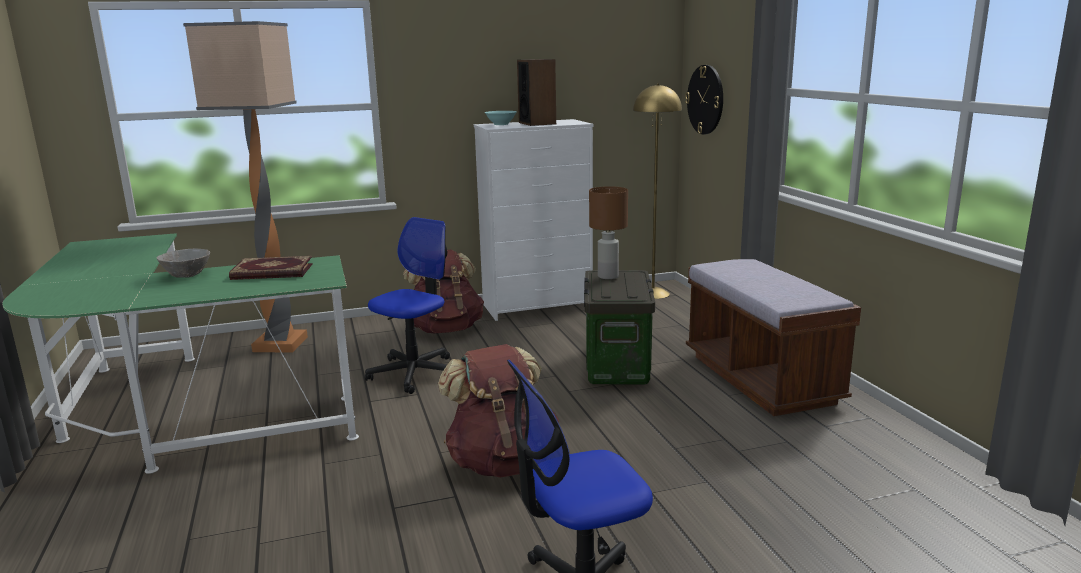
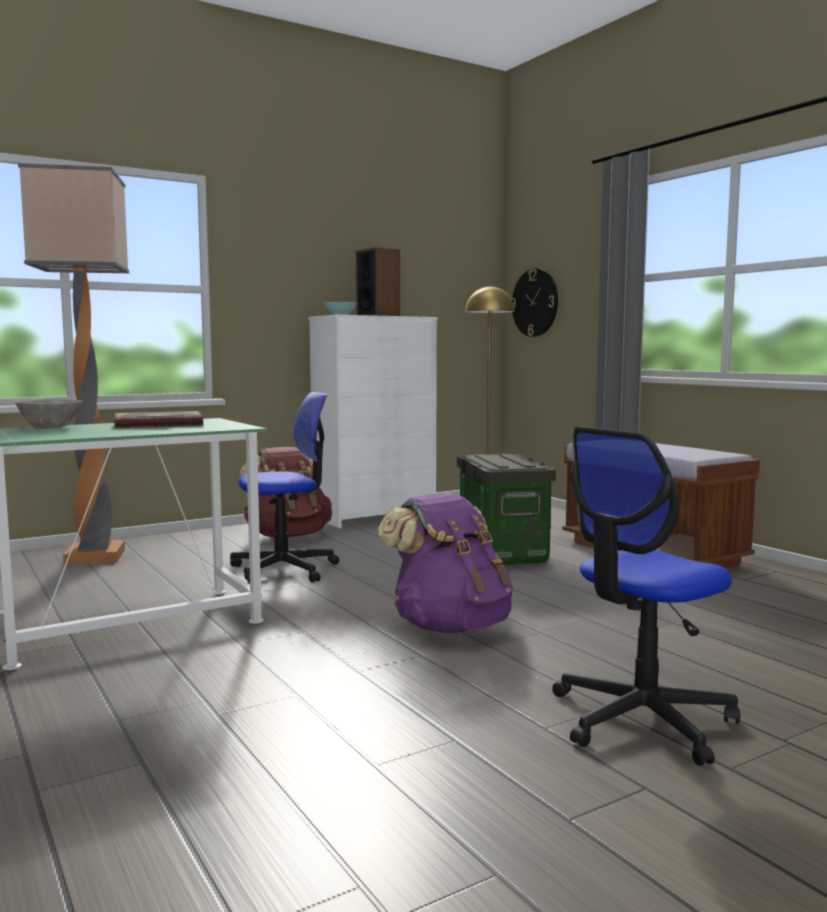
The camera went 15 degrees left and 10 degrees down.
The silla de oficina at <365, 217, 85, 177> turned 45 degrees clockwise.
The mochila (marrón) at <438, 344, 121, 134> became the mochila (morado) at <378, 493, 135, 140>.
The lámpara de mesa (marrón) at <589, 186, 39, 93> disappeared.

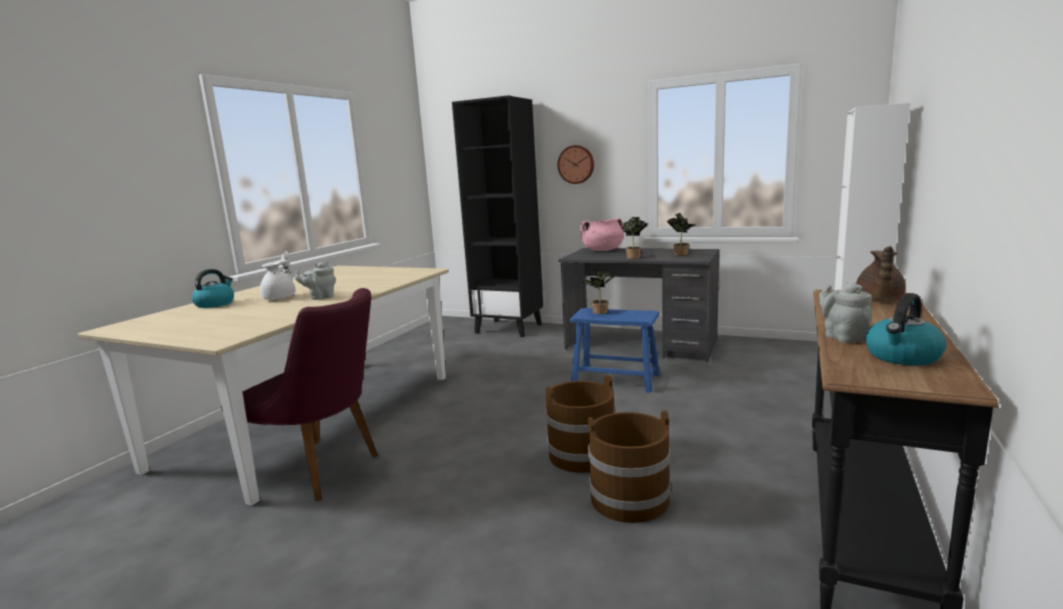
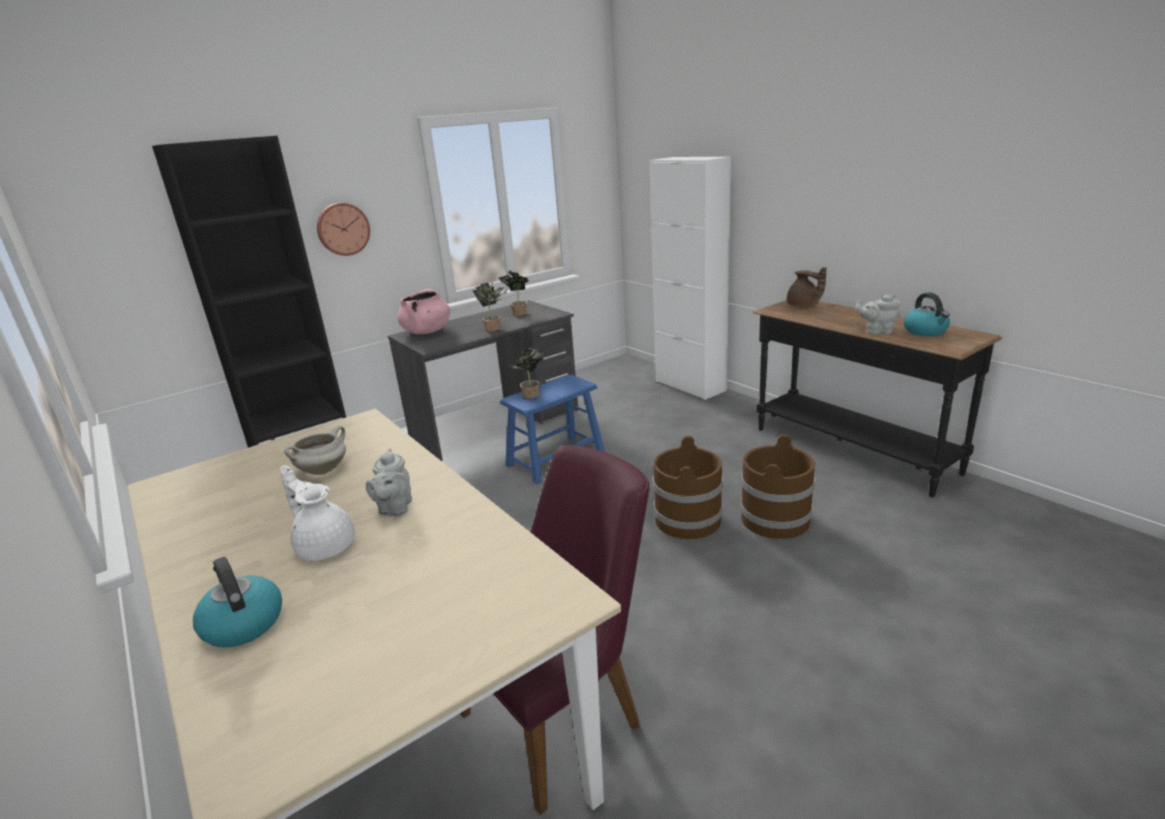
The camera went 60 degrees left and 10 degrees up.
The olla (blanco) at <284, 426, 62, 49> appeared.

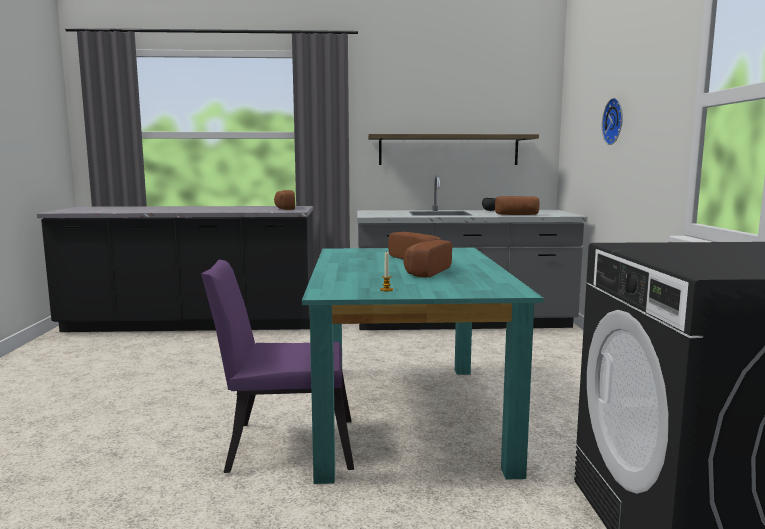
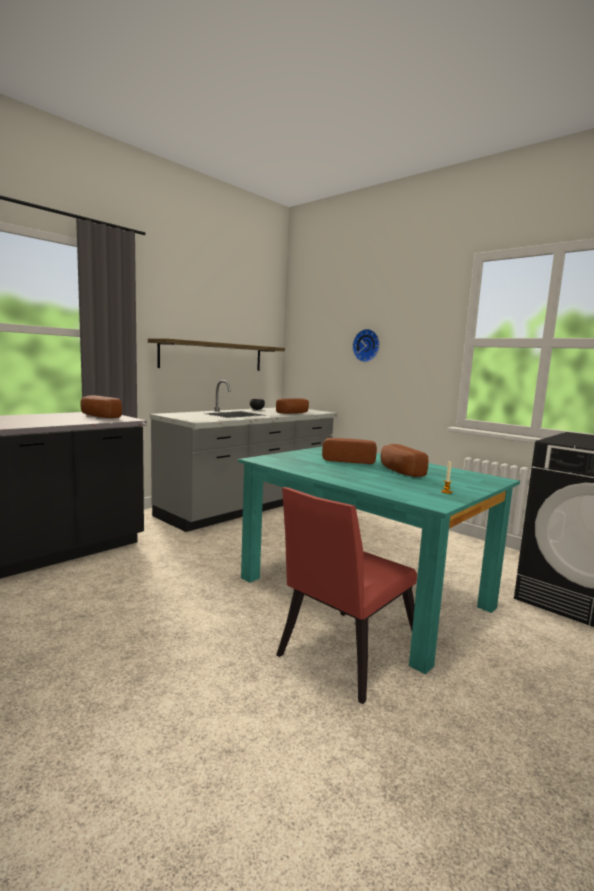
The camera went 45 degrees left and 0 degrees up.
The silla (morado) at <201, 260, 153, 213> became the silla (rojo) at <276, 487, 141, 217>.

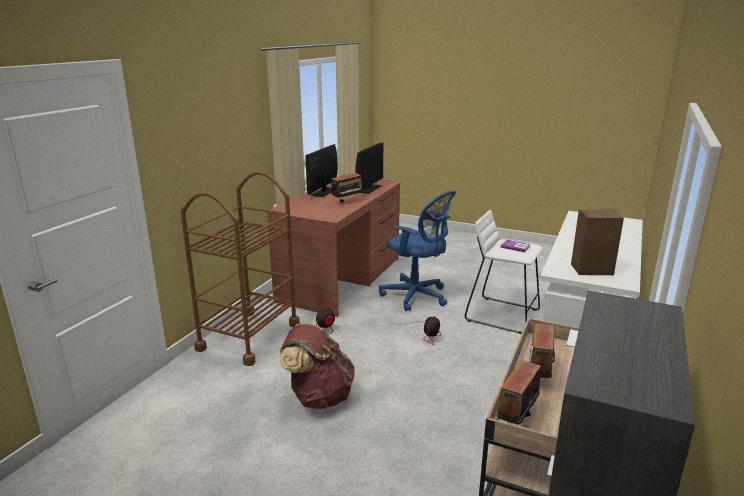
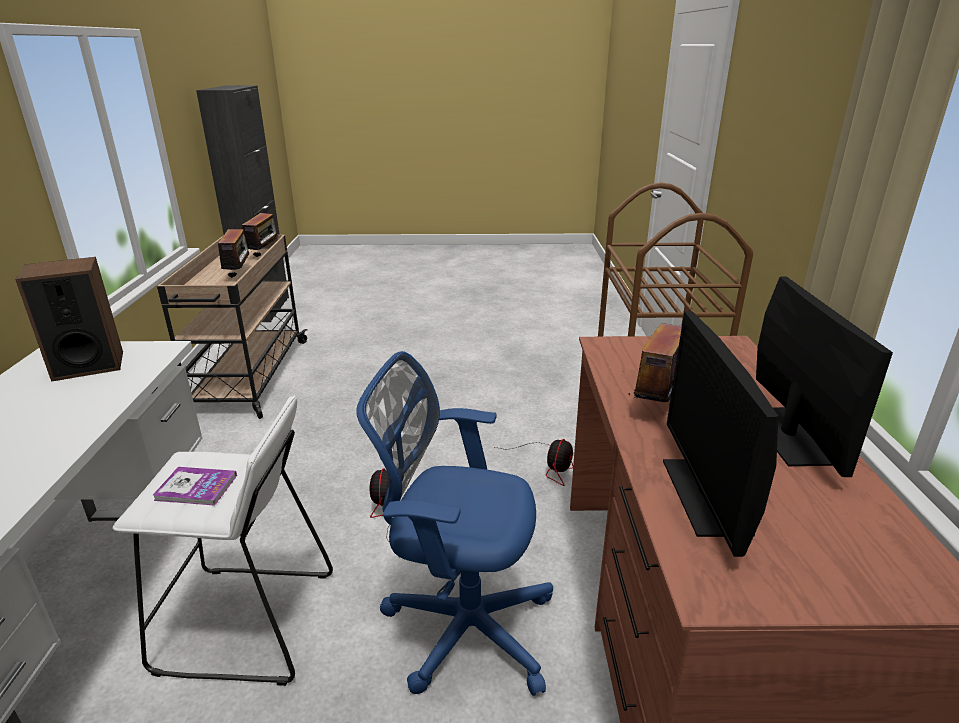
The camera went 155 degrees right and 5 degrees up.
The mochila (marrón) at <280, 324, 75, 85> disappeared.

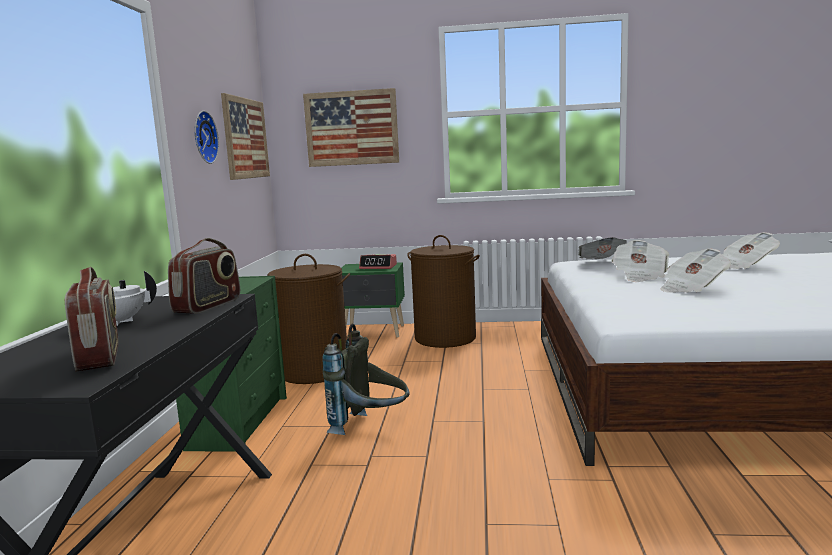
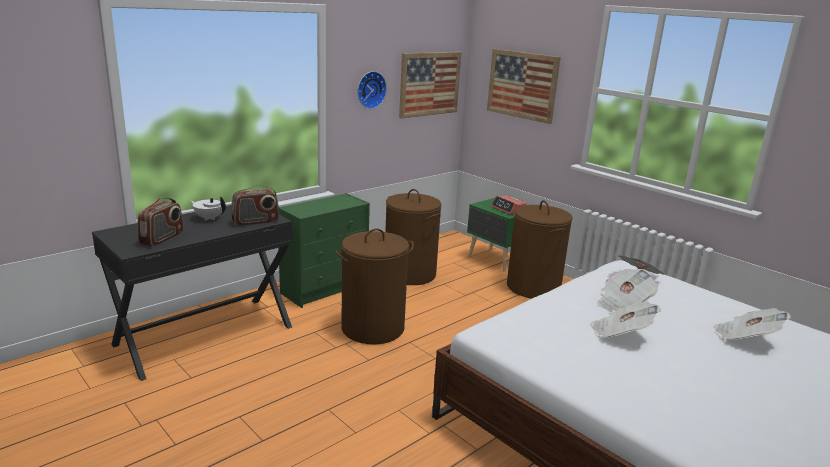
The camera went 40 degrees right and 10 degrees up.
The mochila (gris) at <322, 324, 87, 111> was replaced by the cesto de la ropa (marrón) at <335, 229, 79, 115>.

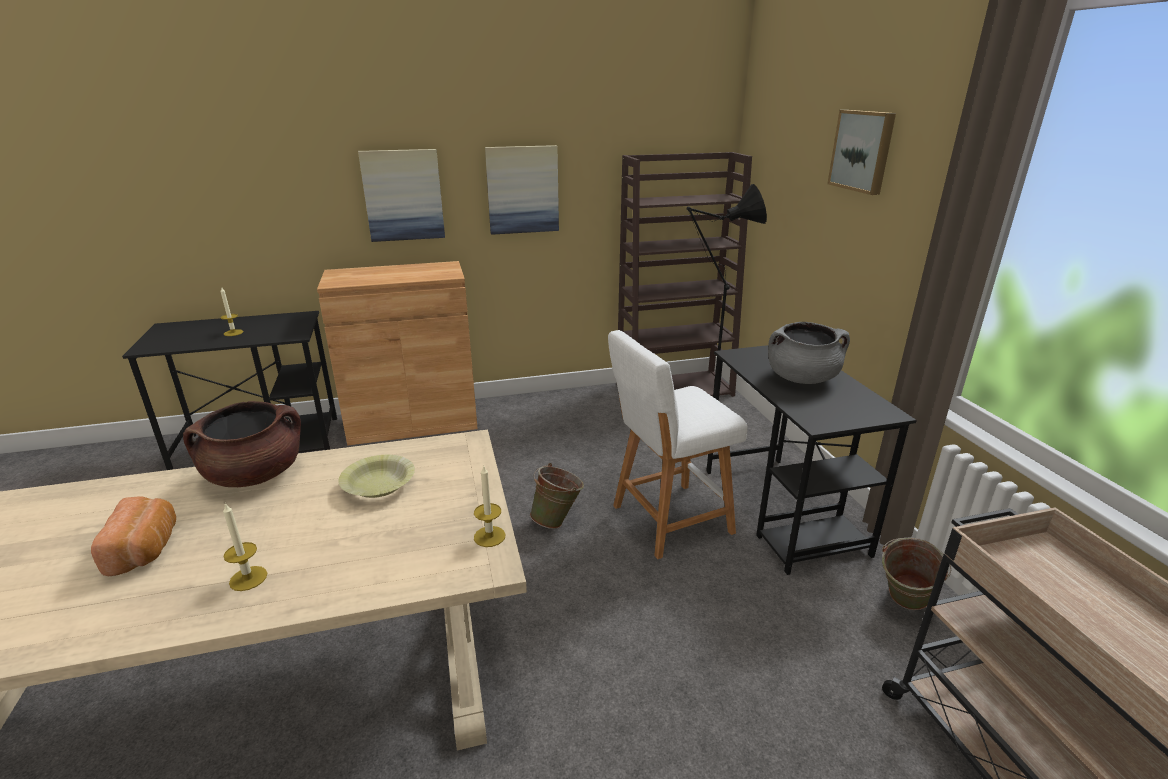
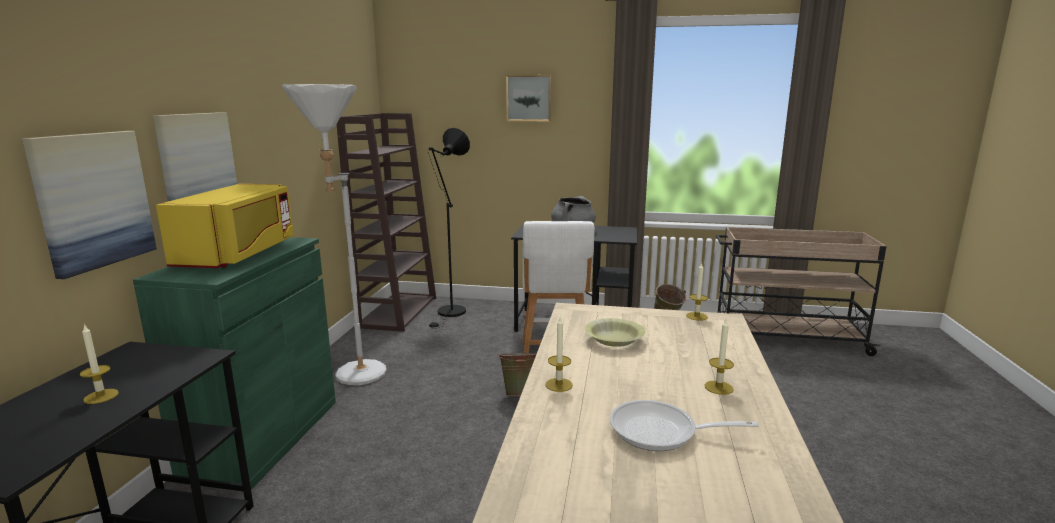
The camera went 65 degrees left and 10 degrees down.
The pan at <91, 496, 85, 80> was replaced by the sartén at <610, 400, 149, 51>.
The olla (marrón) at <183, 401, 118, 86> was replaced by the vela at <546, 317, 27, 75>.
The armario (marrón) at <317, 261, 161, 185> became the armario (verde) at <133, 237, 203, 252>.
The cuadro moved from <485, 145, 74, 90> to <22, 131, 135, 148>.
The microondas (amarillo) at <156, 184, 138, 84> appeared.
The lámpara de pie (blanco) at <282, 84, 105, 301> appeared.

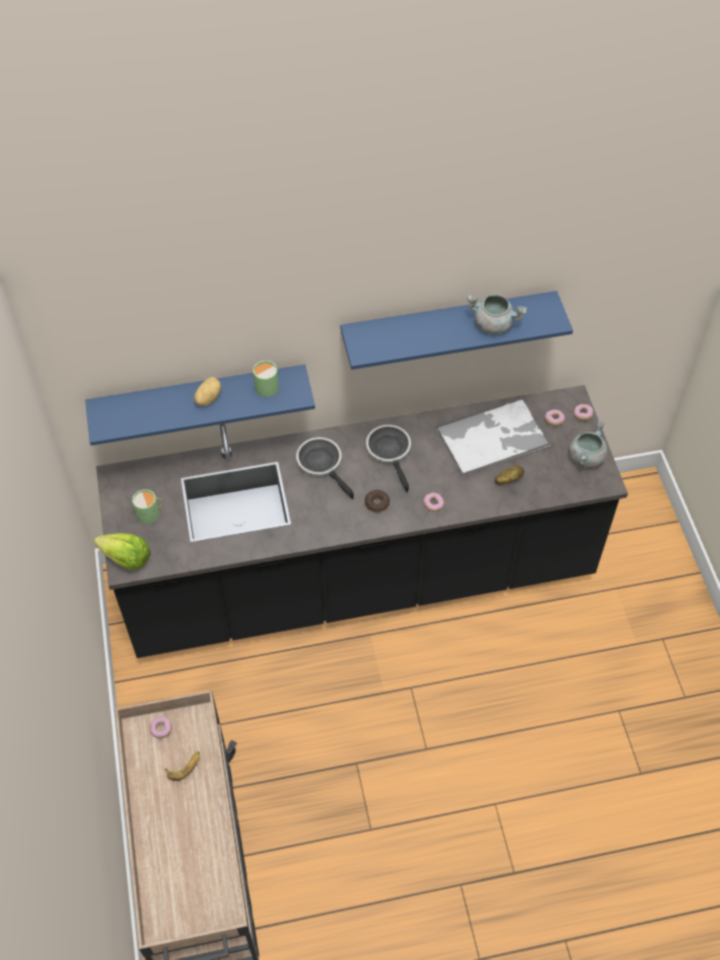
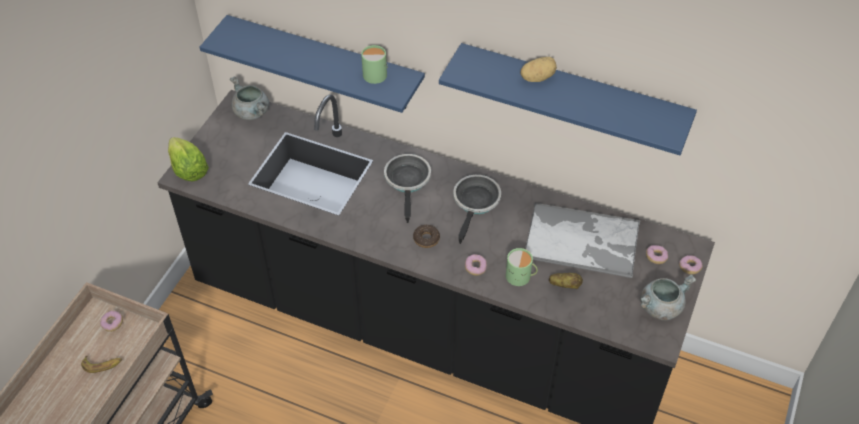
The camera went 35 degrees right and 5 degrees down.
The taza grande (verde) moved from <132, 489, 31, 35> to <506, 248, 32, 38>.
The patata moved from <194, 377, 28, 29> to <520, 57, 37, 25>.
The olla (gris) moved from <467, 295, 60, 39> to <230, 77, 39, 43>.

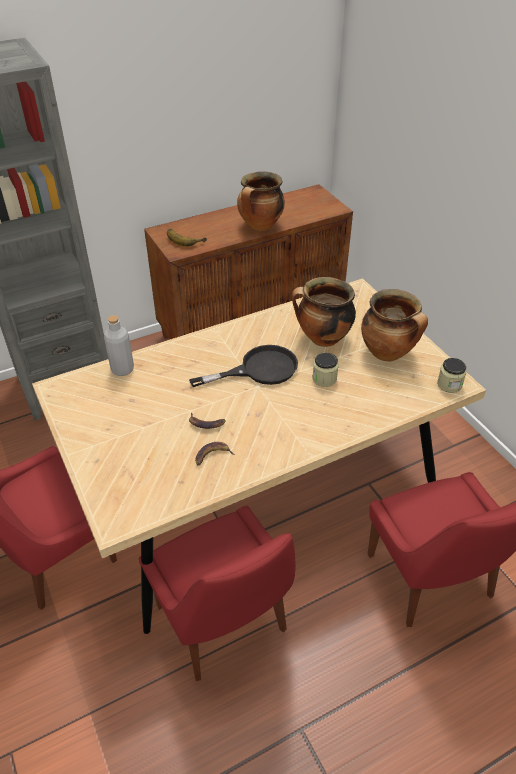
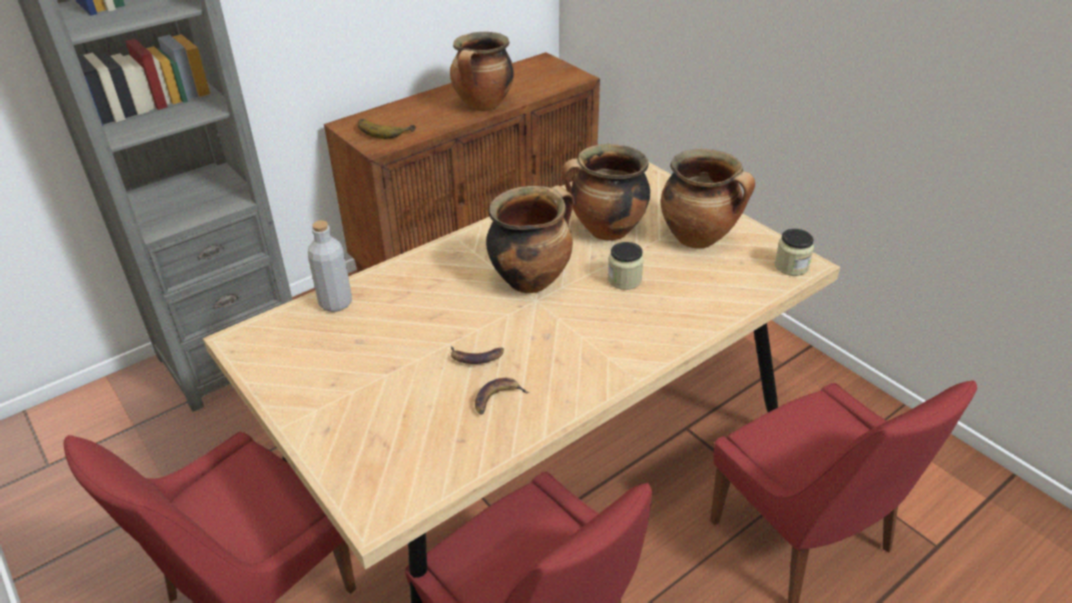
The camera went 10 degrees left and 5 degrees down.
The sartén (negro) at <189, 345, 109, 42> was replaced by the olla at <486, 185, 88, 108>.

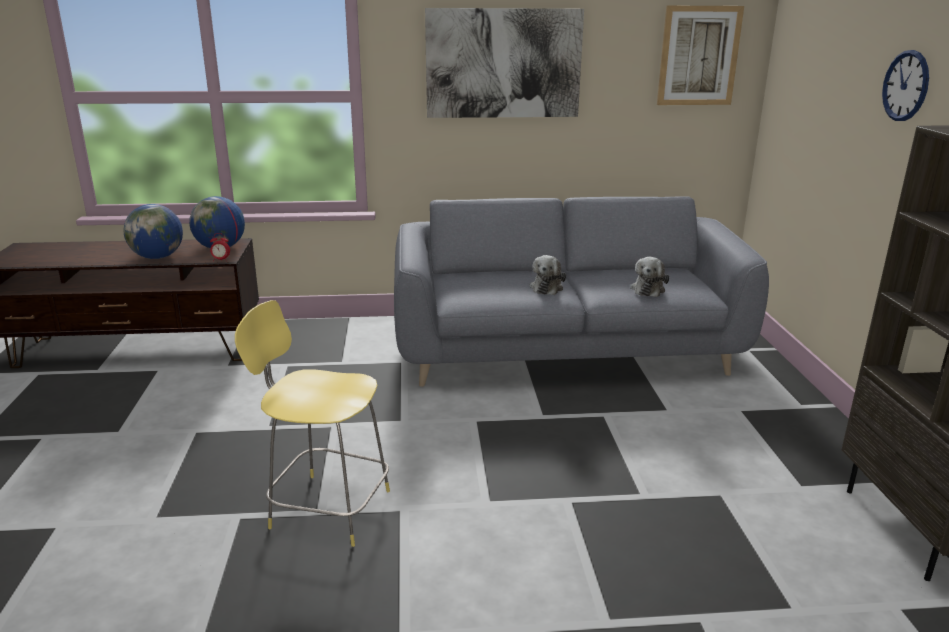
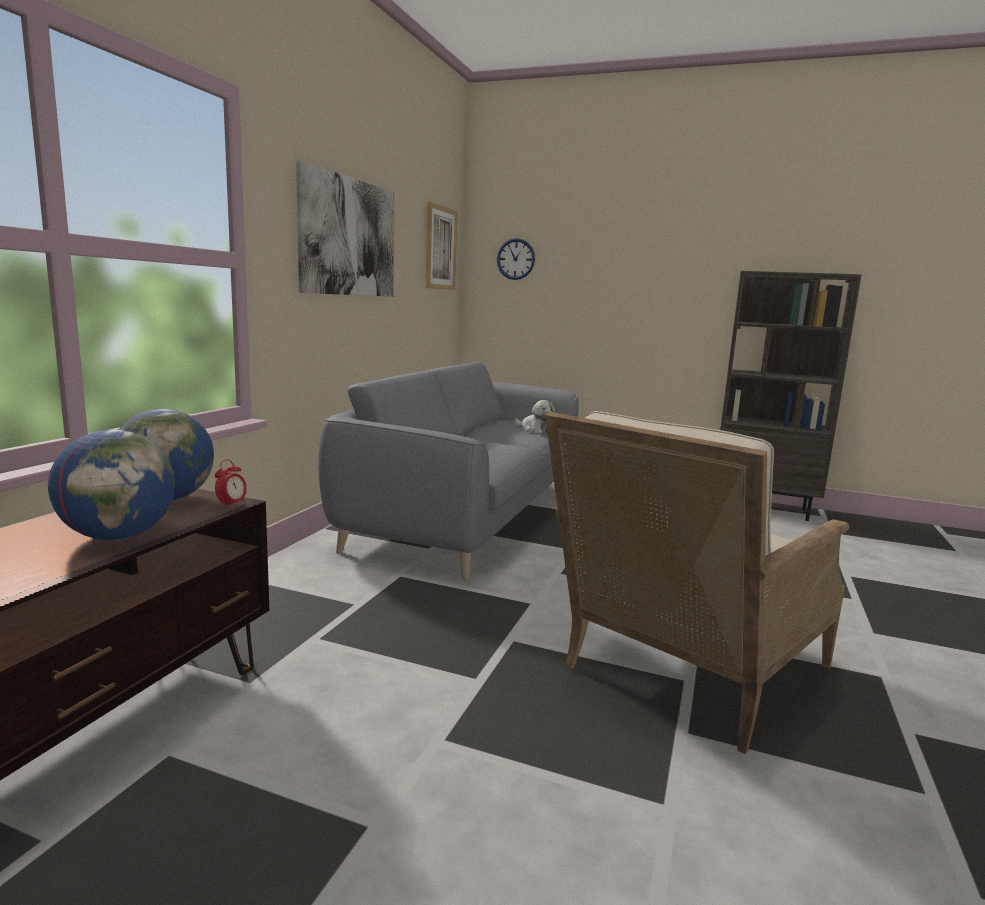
The camera went 65 degrees left and 10 degrees down.
The taburete (amarillo) at <235, 300, 155, 247> was replaced by the sillón (beis) at <545, 411, 304, 343>.
The peluche at <529, 255, 37, 40> disappeared.
The reloj de pared moved from <882, 50, 47, 71> to <497, 238, 38, 42>.

